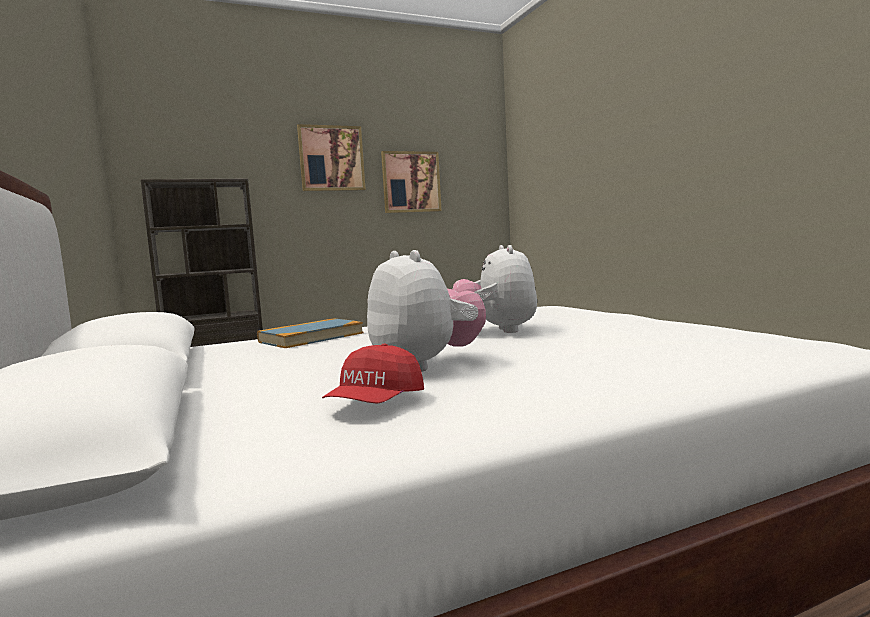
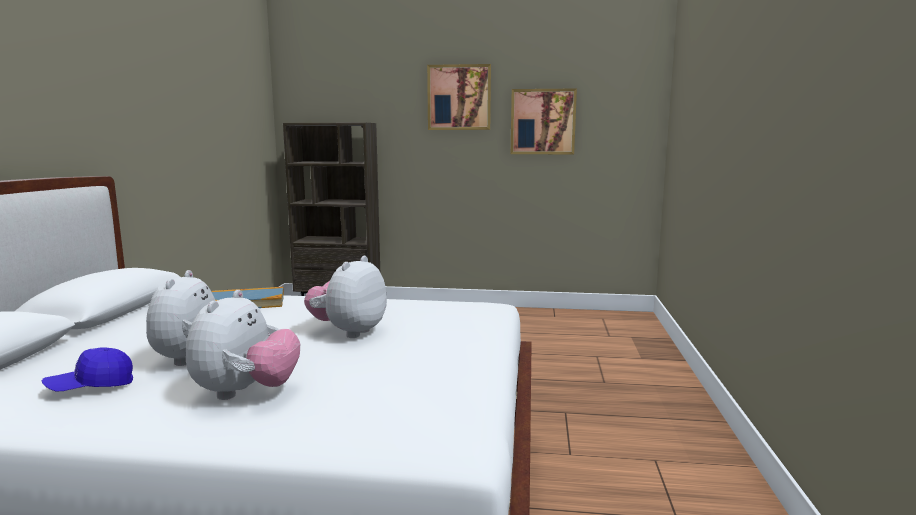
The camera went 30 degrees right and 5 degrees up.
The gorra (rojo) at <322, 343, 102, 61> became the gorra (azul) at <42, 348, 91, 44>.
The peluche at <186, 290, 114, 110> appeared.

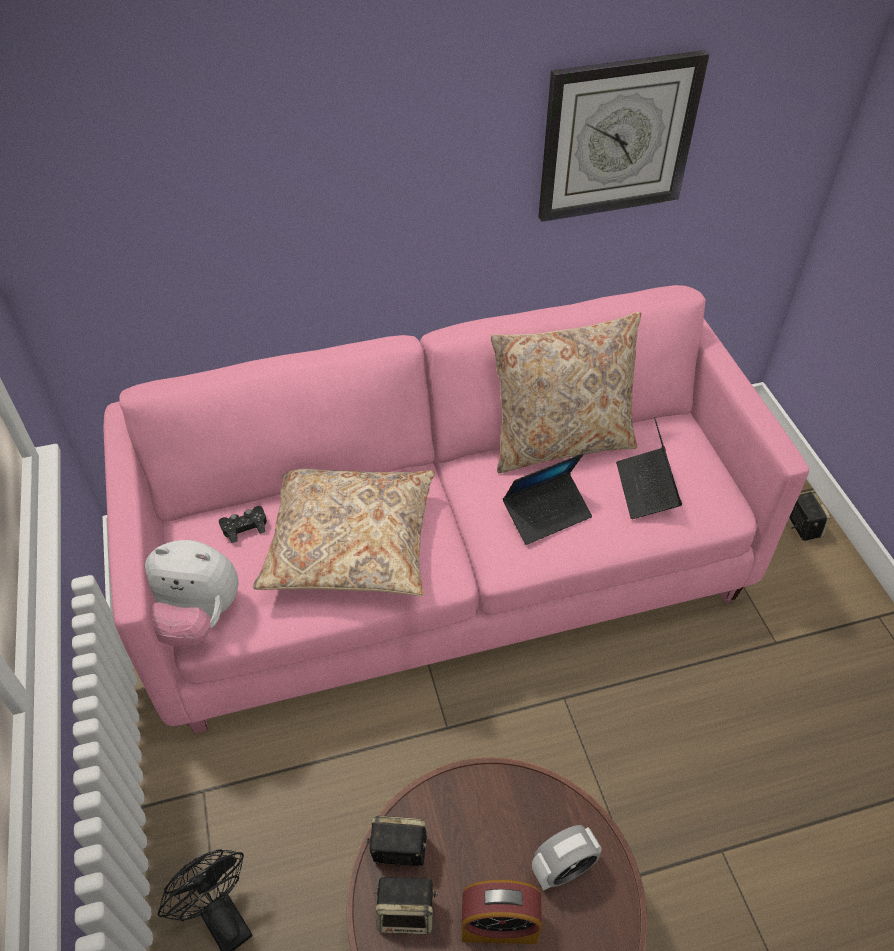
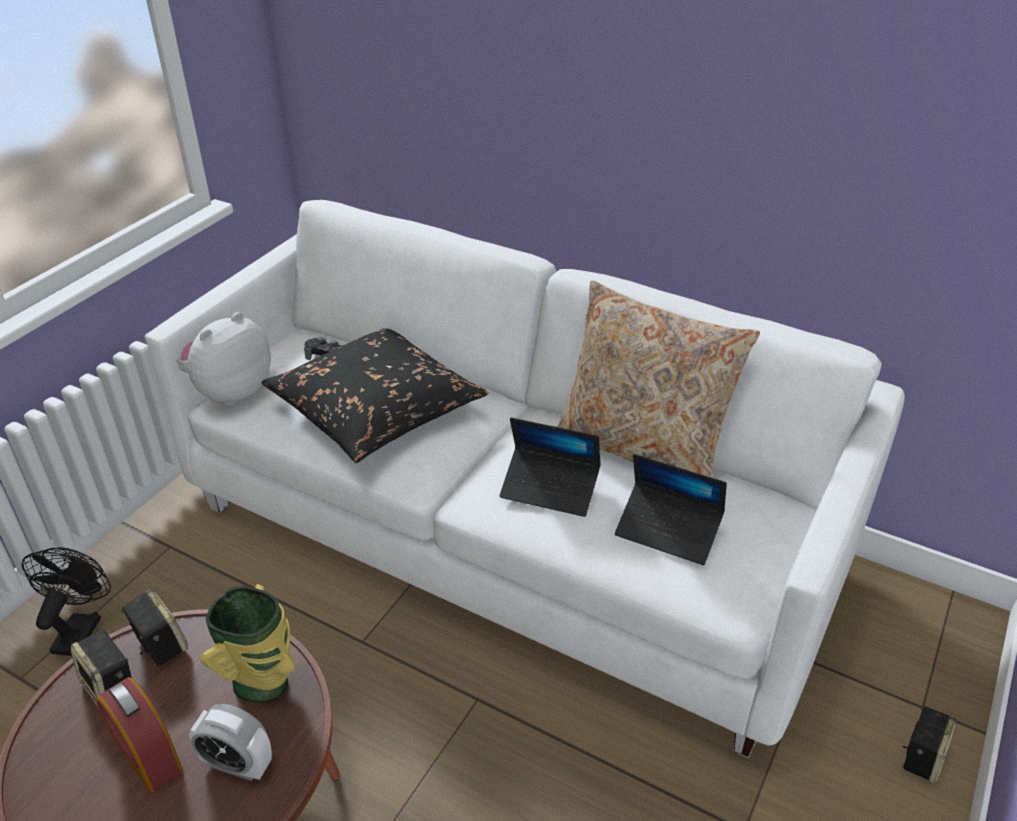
The camera went 45 degrees right and 10 degrees down.
The sofá (rosa) at <104, 285, 705, 449> became the sofá (blanco) at <147, 200, 758, 558>.
The peluche at <145, 540, 94, 107> turned 75 degrees clockwise.
The cojín (beis) at <253, 469, 182, 127> became the cojín (negro) at <261, 328, 228, 135>.
The reloj de pared at <538, 50, 171, 172> disappeared.
The portátil at <616, 417, 66, 102> turned 105 degrees counterclockwise.
The florero at <201, 584, 94, 119> appeared.

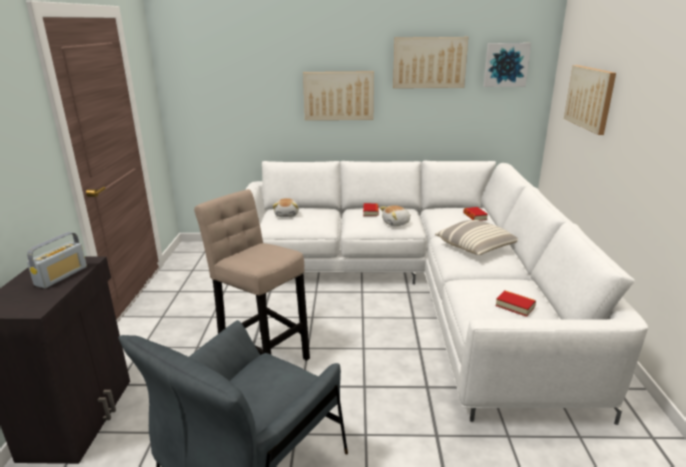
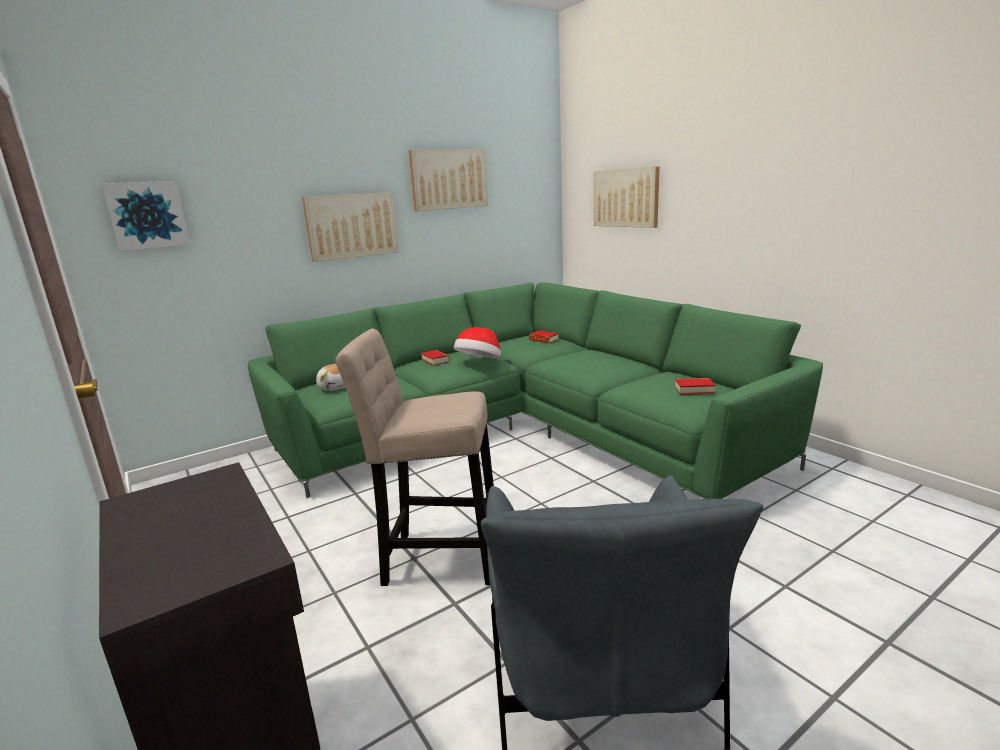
The camera went 35 degrees left and 5 degrees down.
The radio at <27, 232, 60, 56> disappeared.
The sofá (blanco) at <245, 161, 403, 264> became the sofá (verde) at <248, 282, 575, 217>.
The peluche at <380, 205, 31, 21> was replaced by the sombrero at <454, 327, 47, 31>.
The cojín at <435, 220, 83, 35> disappeared.
The cuadro moved from <483, 43, 48, 44> to <102, 181, 88, 70>.

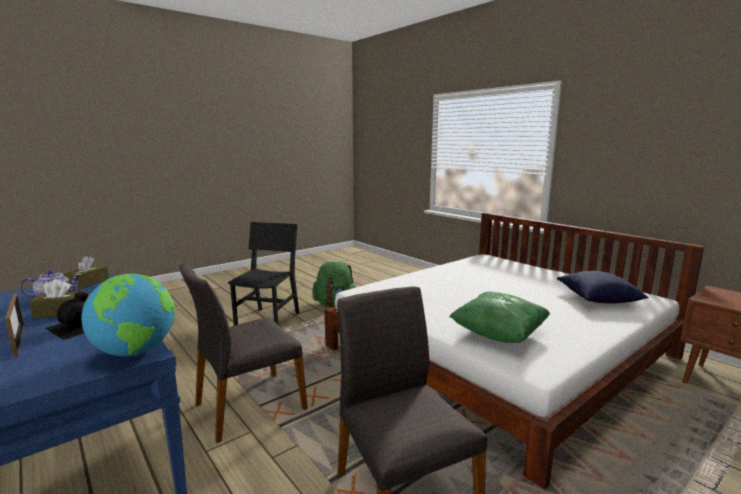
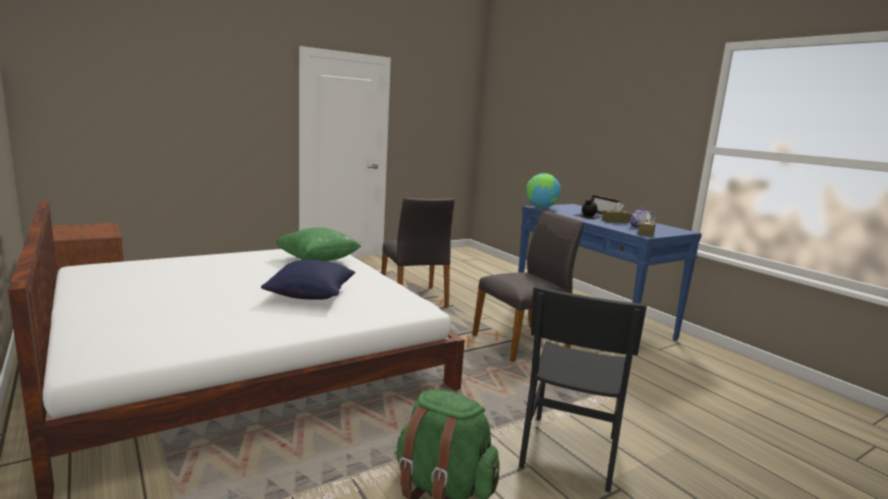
The camera went 175 degrees left and 0 degrees up.
The cojín (azul) moved from <557, 271, 92, 33> to <261, 259, 94, 41>.

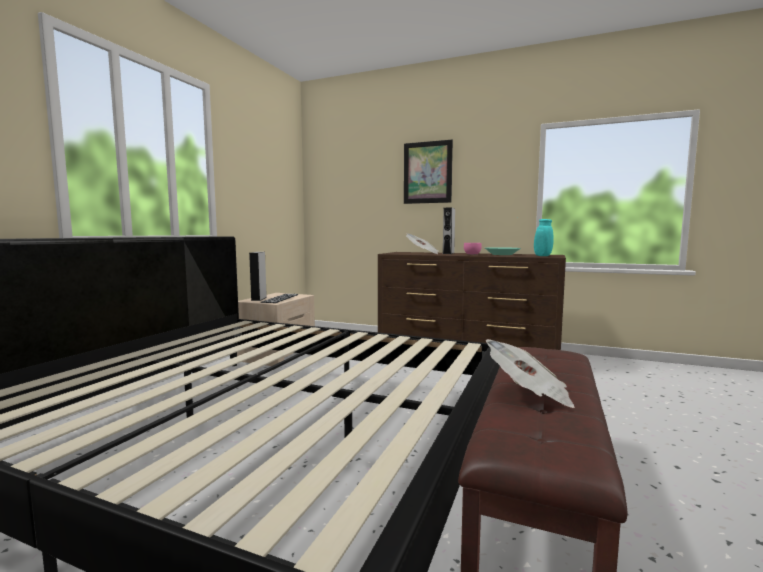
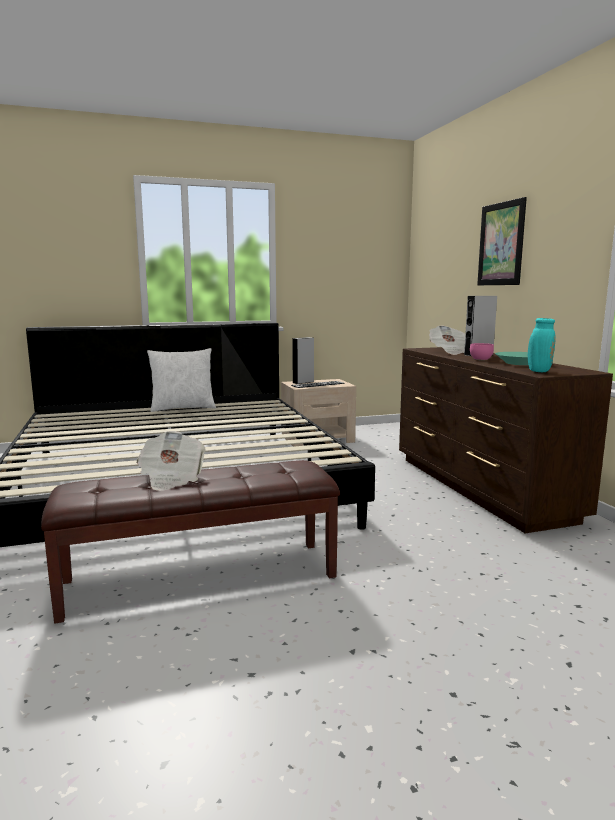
The camera went 50 degrees right and 5 degrees up.
The cojín (blanco) at <147, 348, 69, 64> appeared.

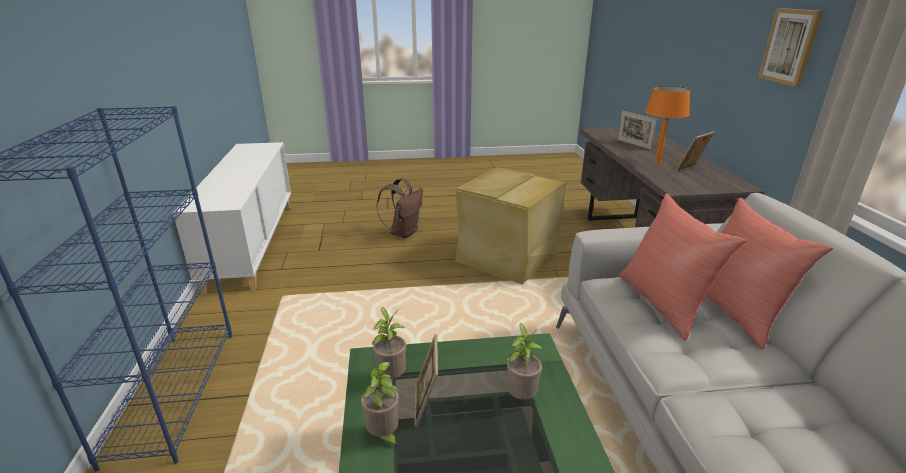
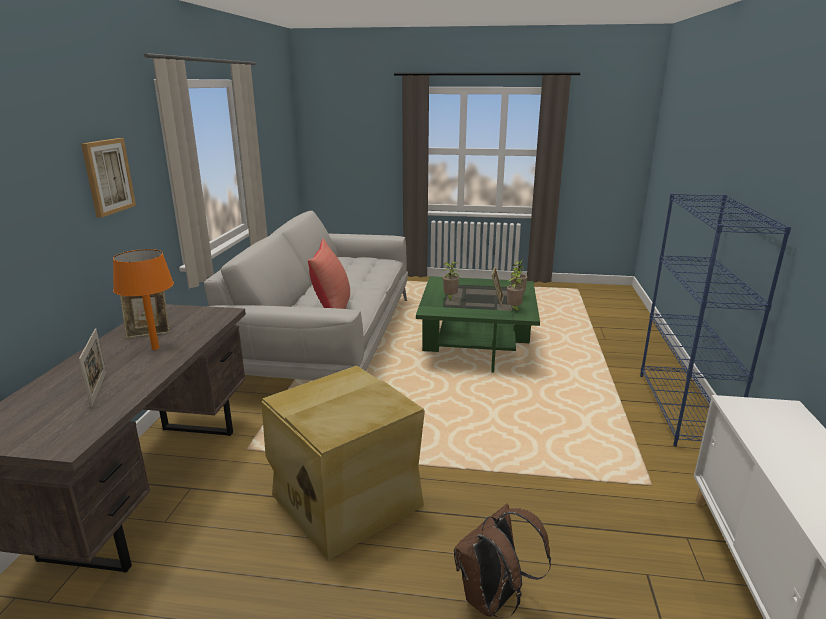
The camera went 165 degrees left and 5 degrees down.
The cojín (rojo) at <705, 198, 128, 151> disappeared.

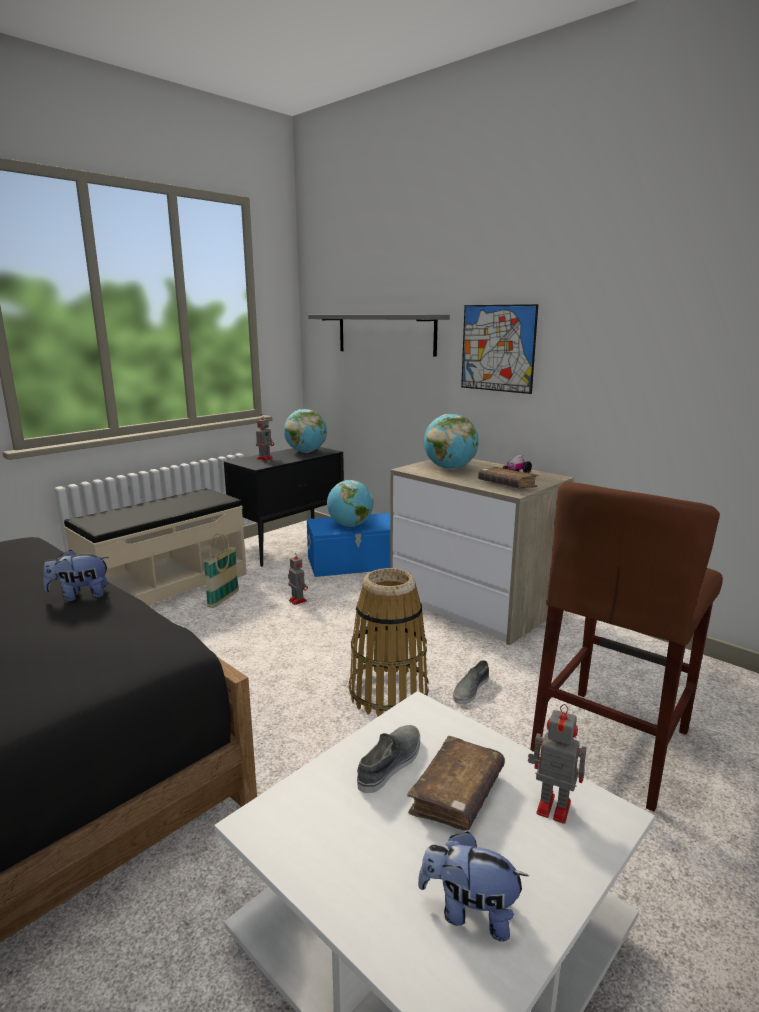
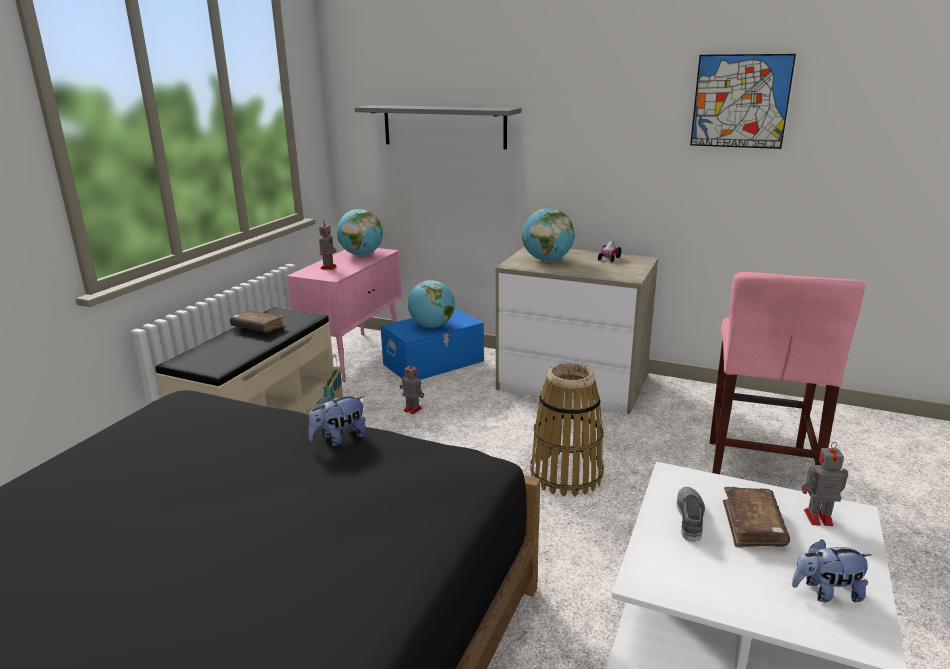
The camera went 20 degrees left and 5 degrees up.
The armario (negro) at <224, 447, 120, 120> became the armario (rosa) at <287, 248, 115, 134>.
The zapato (gris) at <453, 660, 36, 44> disappeared.
The cuadro moved from <461, 304, 77, 90> to <690, 54, 106, 95>.
The libro (marrón) moved from <478, 467, 61, 22> to <230, 310, 55, 22>.
The taburete (marrón) at <530, 482, 193, 330> became the taburete (rosa) at <710, 272, 155, 202>.

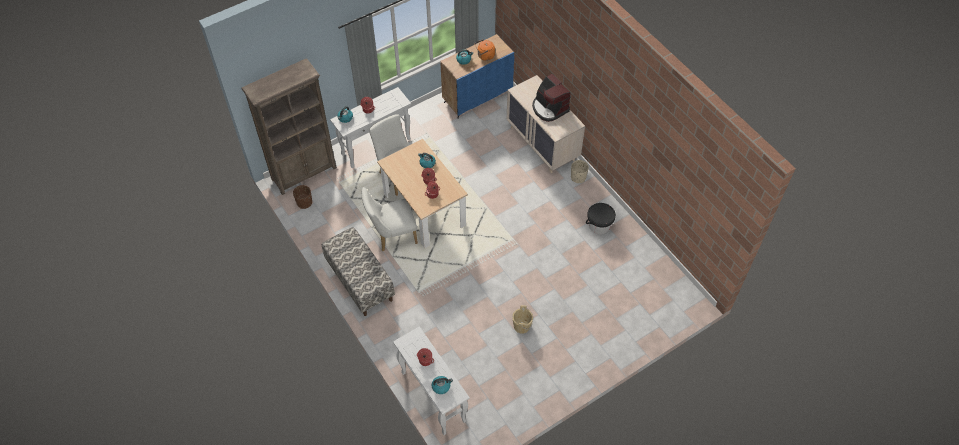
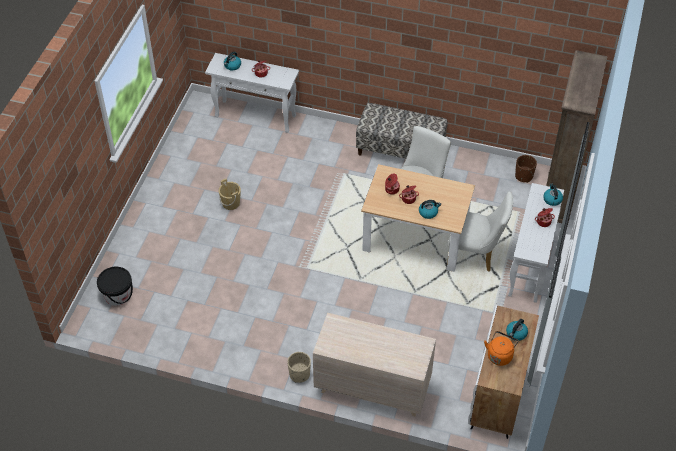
The camera went 140 degrees right and 5 degrees down.
The armario (azul) at <440, 34, 74, 85> became the armario (blanco) at <468, 305, 71, 134>.
The cafetera at <532, 74, 39, 48> disappeared.
The cubo (negro) moved from <586, 203, 30, 31> to <97, 267, 36, 39>.

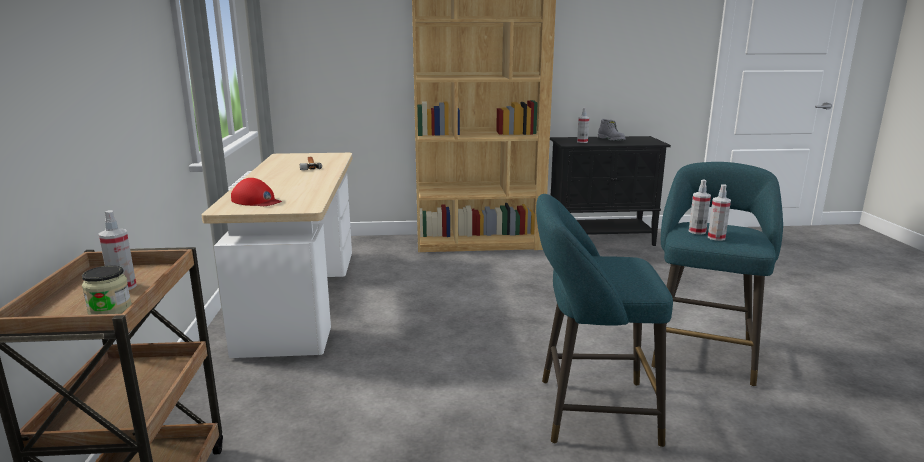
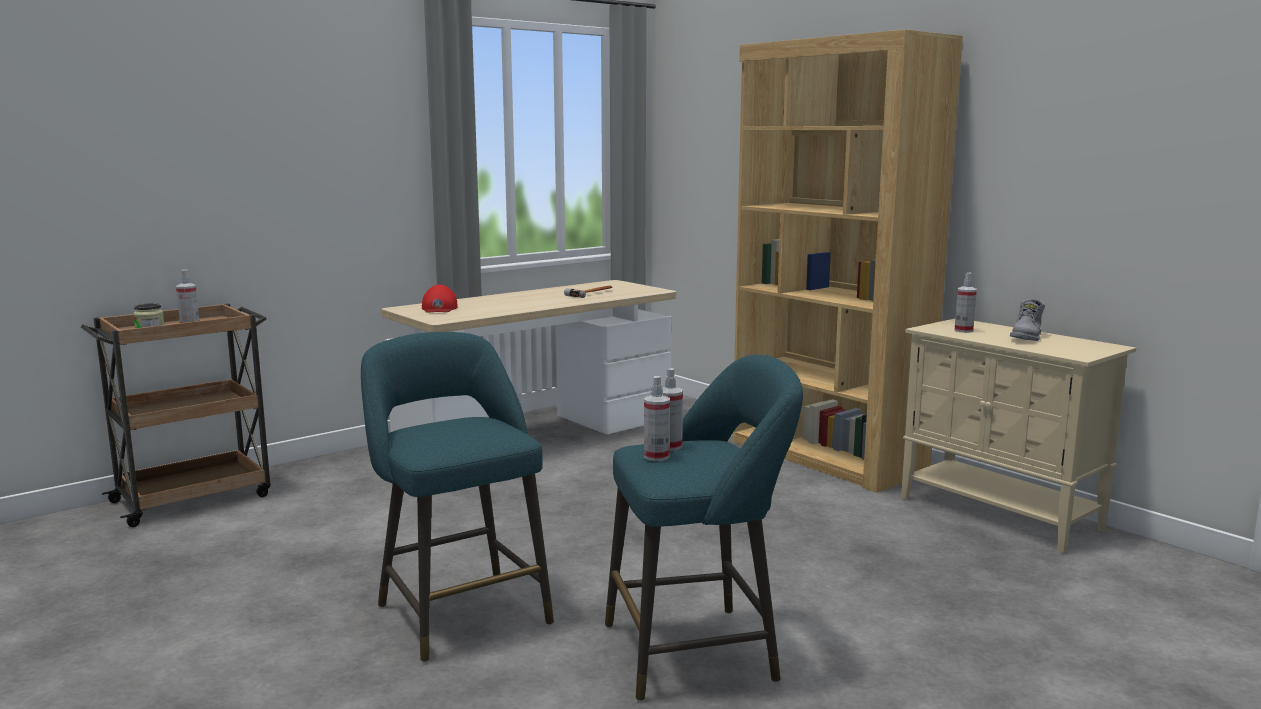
The camera went 55 degrees right and 5 degrees down.
The armario (negro) at <550, 136, 121, 110> became the armario (beis) at <901, 318, 235, 236>.

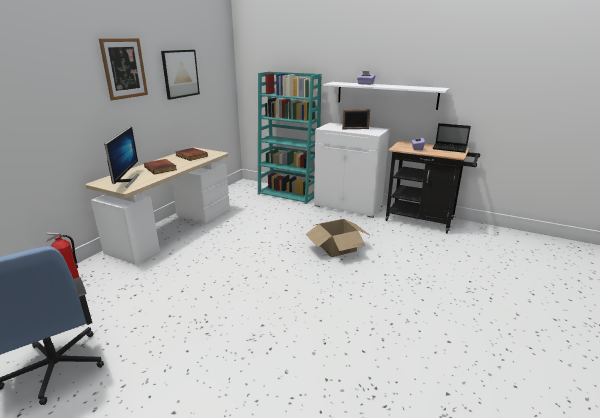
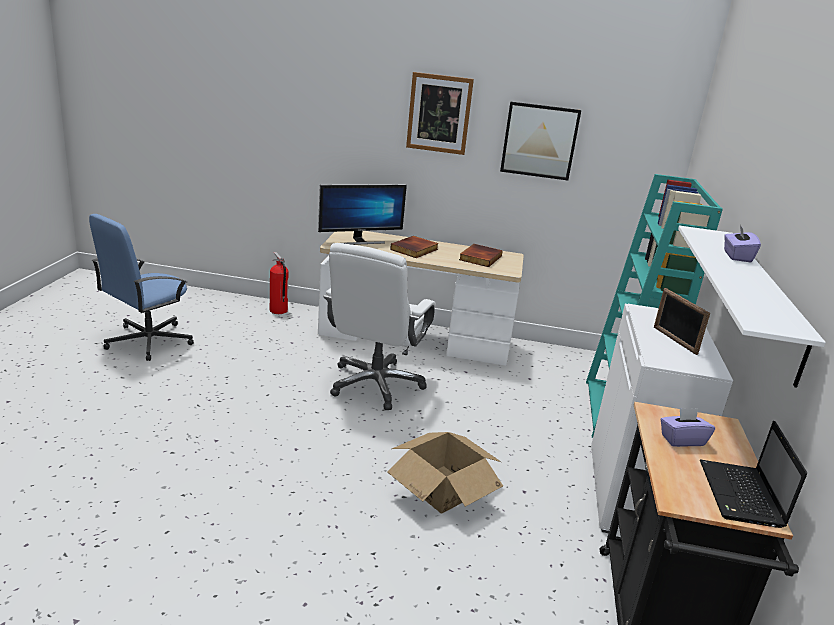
The camera went 70 degrees right and 0 degrees up.
The silla de oficina (blanco) at <323, 243, 113, 167> appeared.

